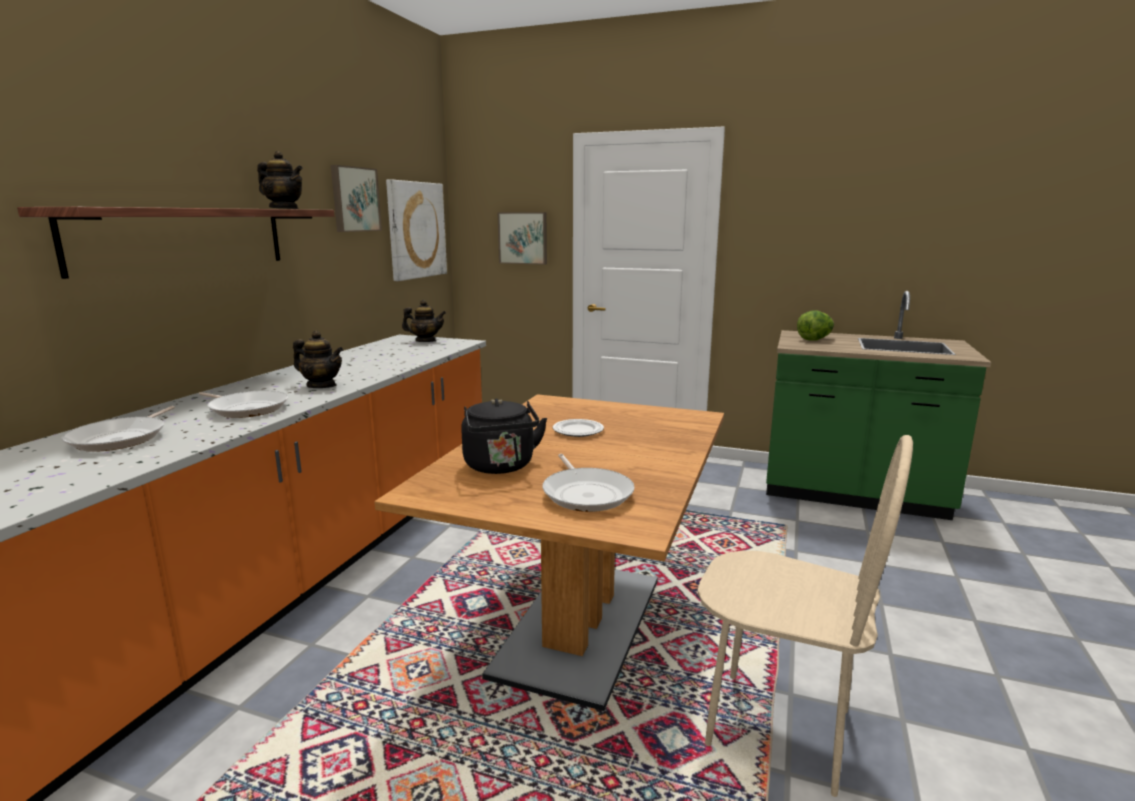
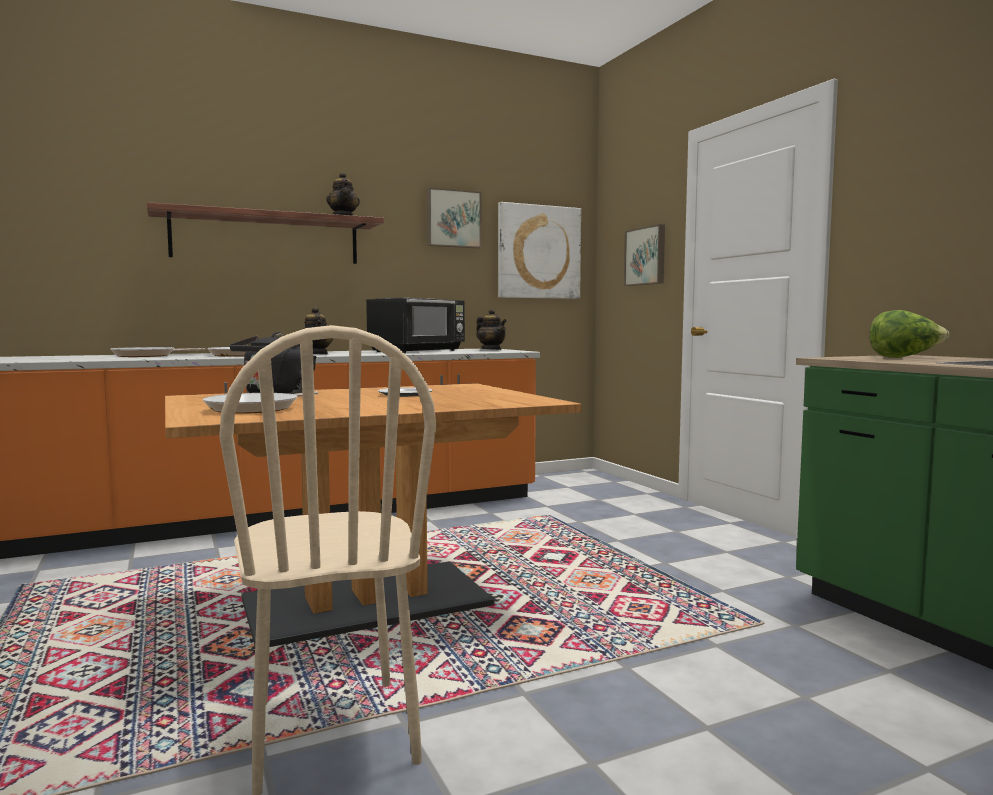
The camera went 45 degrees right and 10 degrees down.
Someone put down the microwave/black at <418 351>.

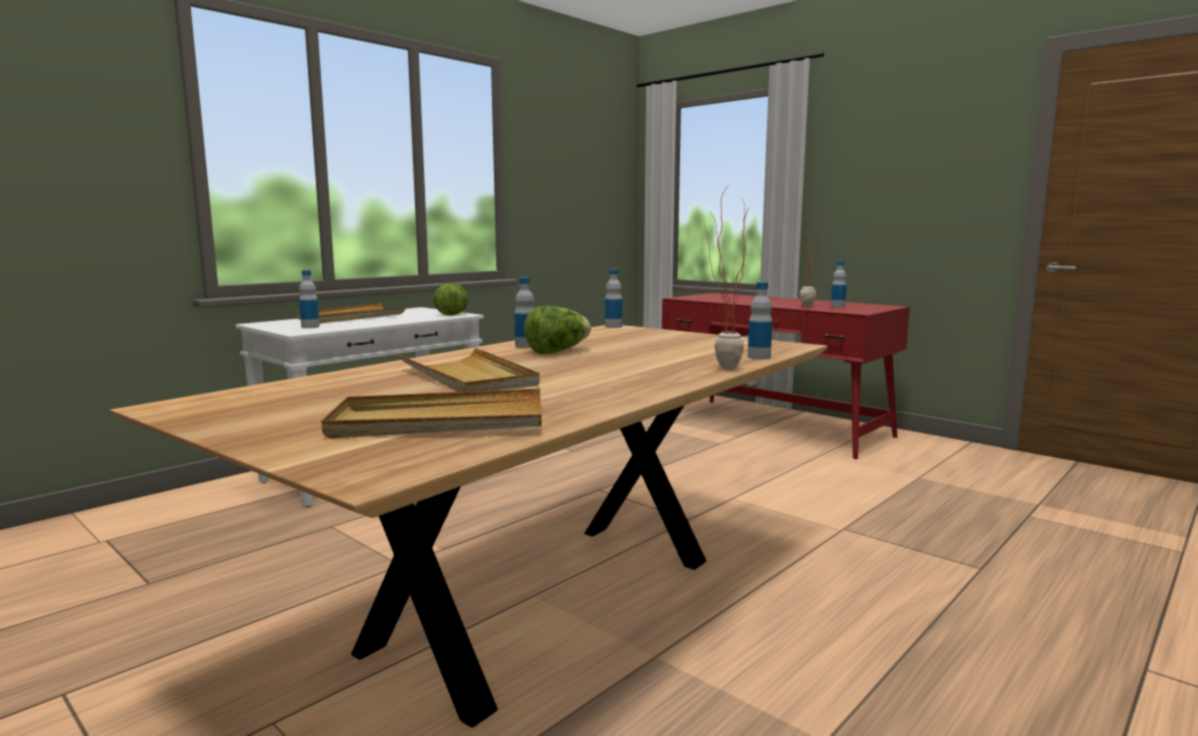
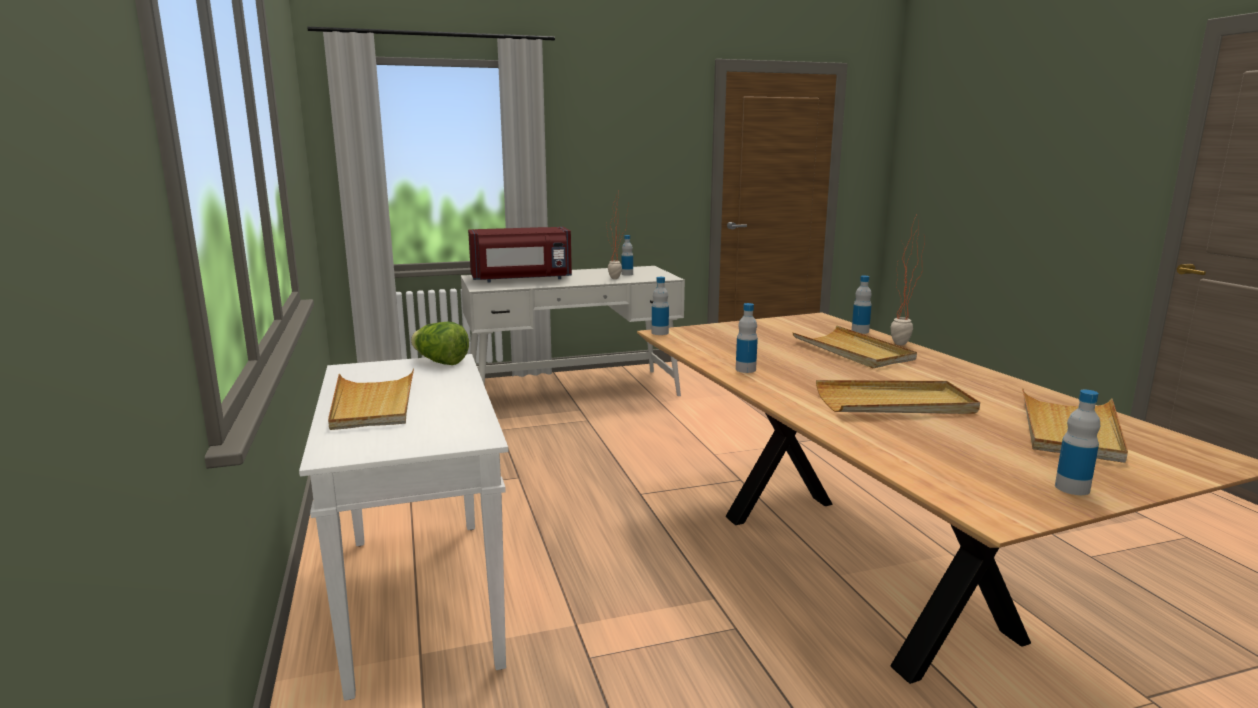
The camera went 60 degrees left and 5 degrees up.
Someone took away the lettuce at <557 352>.
Someone put down the microwave/red at <521 279>.
Someone put down the tray/beige at <853 351>.
Someone carried the bottle from <310 327> to <1072 488>.
Someone repainted the desk/red at <773 426>, which became the desk/white at <574 392>.

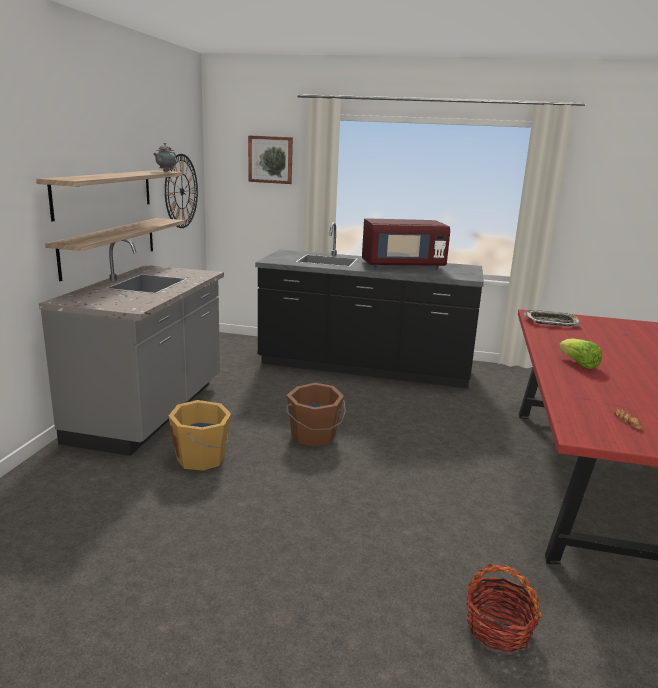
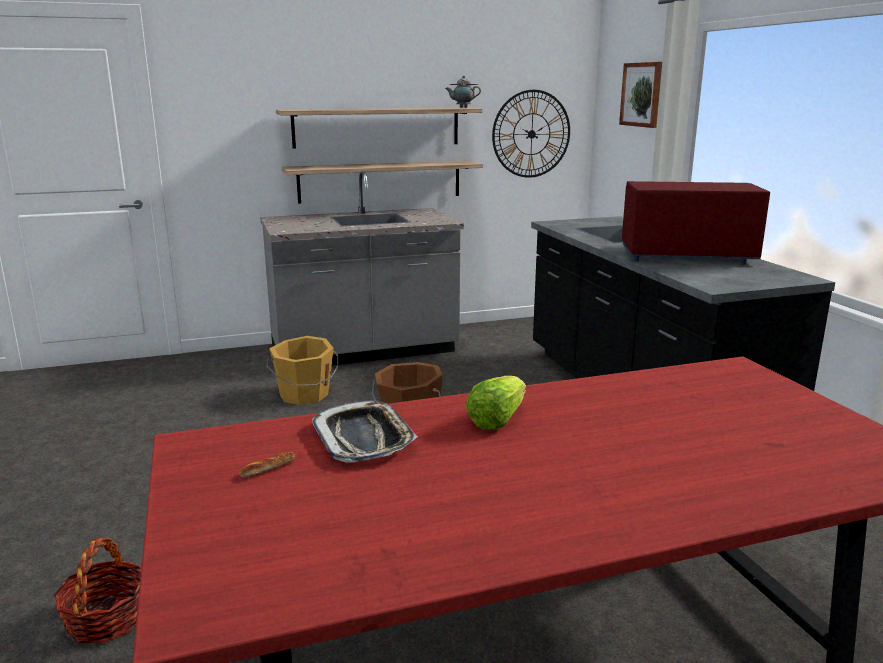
The camera went 60 degrees right and 0 degrees up.
Someone carried the tray from <551 322> to <364 438>.
Someone rotated the microwave/red at <402 266> by 135 degrees clockwise.

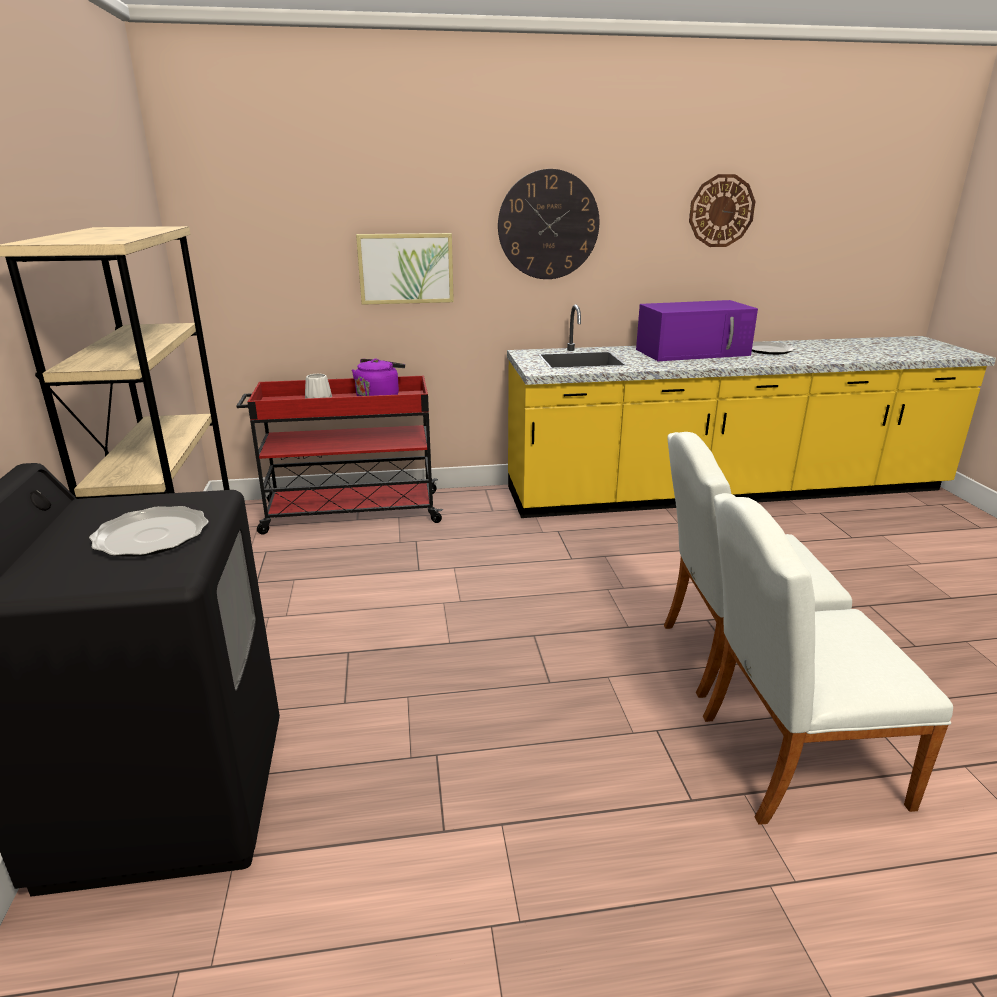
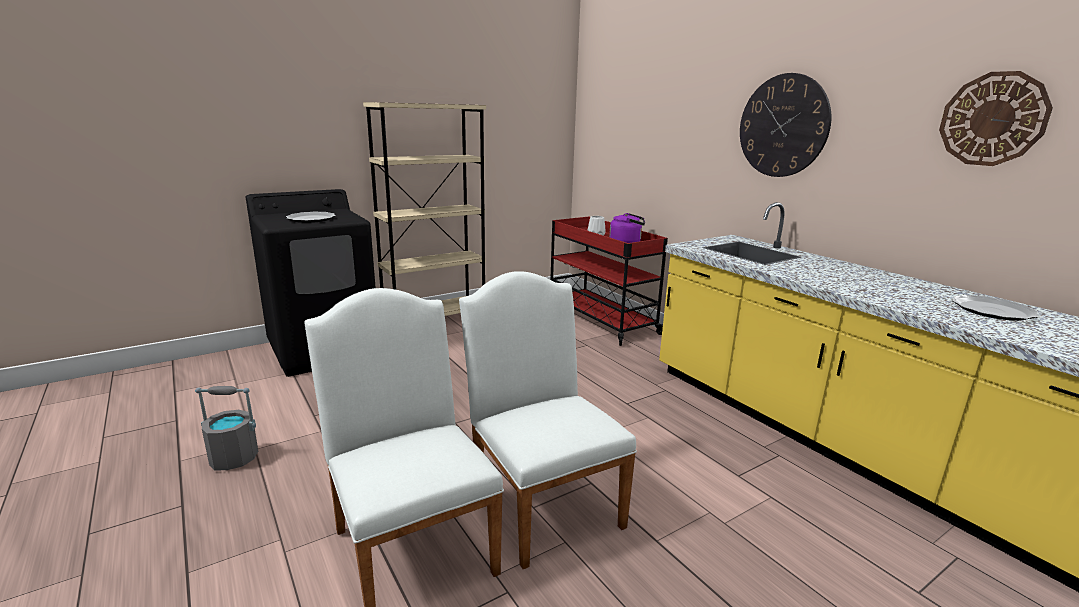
The camera went 65 degrees right and 5 degrees down.
Someone took away the picture at <406 268>.
Someone took away the microwave/purple at <693 352>.
Someone put down the bucket/grey at <234 458>.

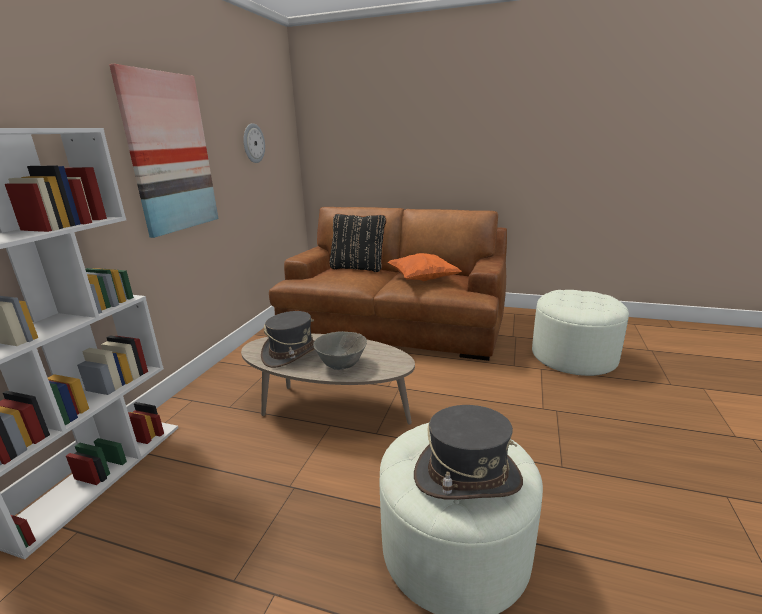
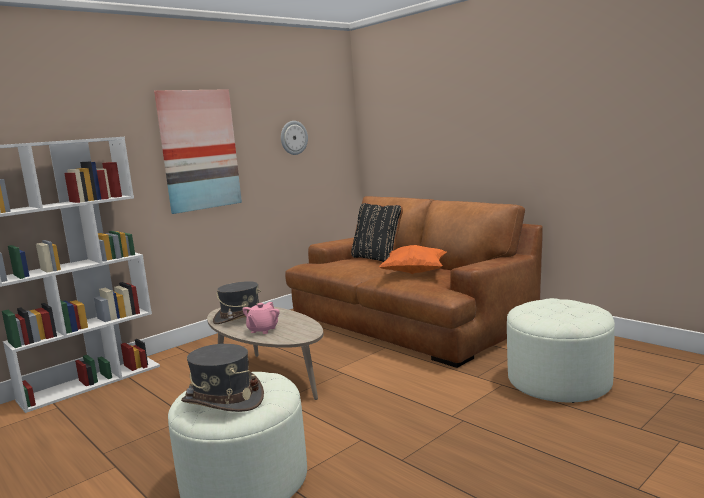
The camera went 30 degrees right and 10 degrees down.
Someone swapped the bowl/grey at <341 364> for the teapot/pink at <262 330>.

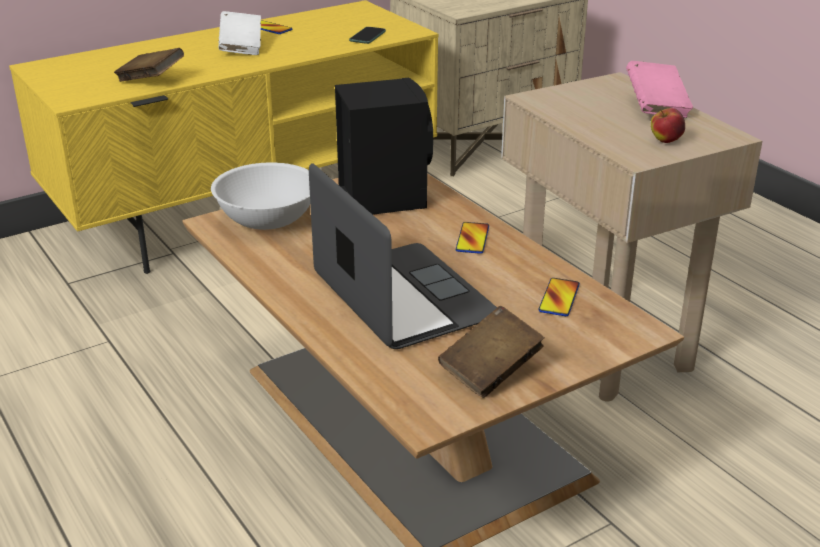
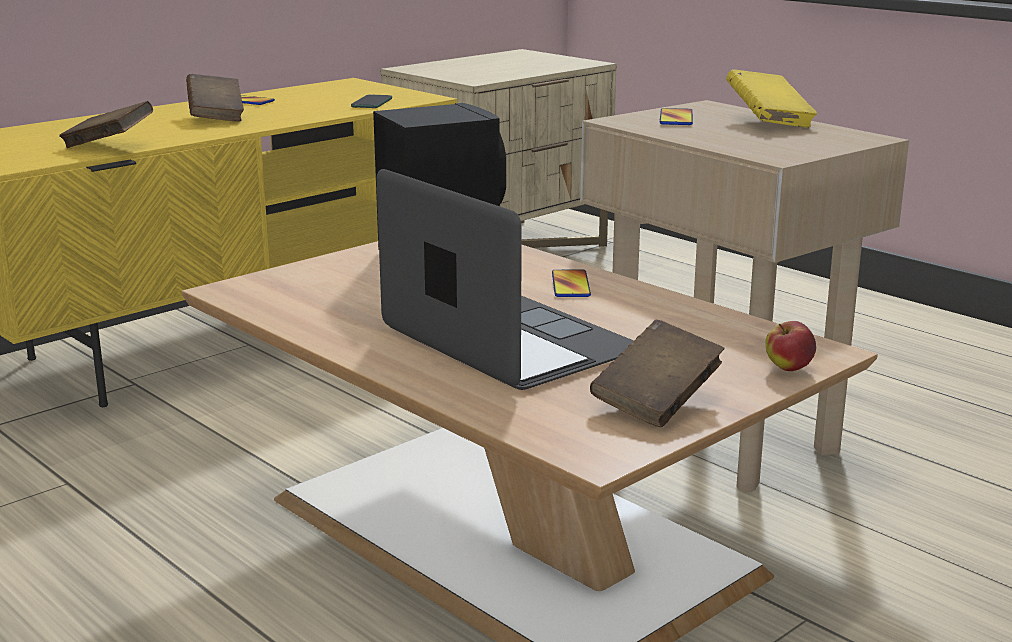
The camera went 10 degrees left and 10 degrees down.
Someone took away the bowl/white at <267 219>.
Someone carried the phone from <559 298> to <676 118>.
Someone carried the apple from <665 141> to <788 368>.
Someone repainted the book/white at <241 48>, which became the book/brown at <216 117>.
Someone repainted the book/pink at <656 107>, which became the book/yellow at <768 121>.

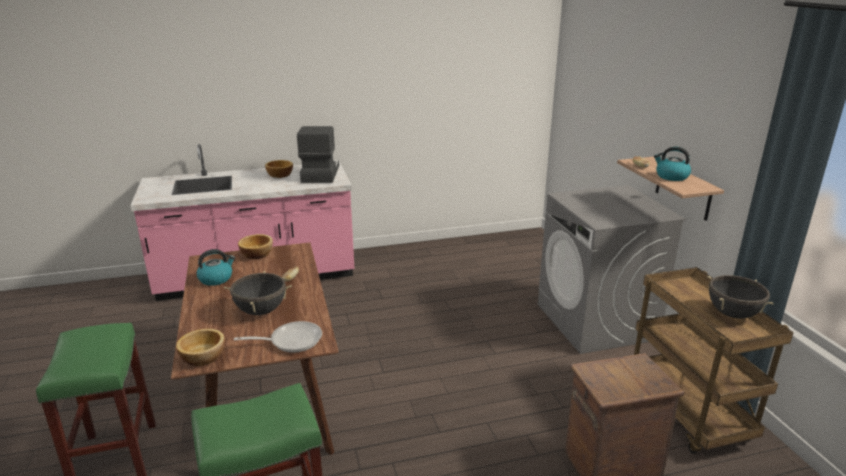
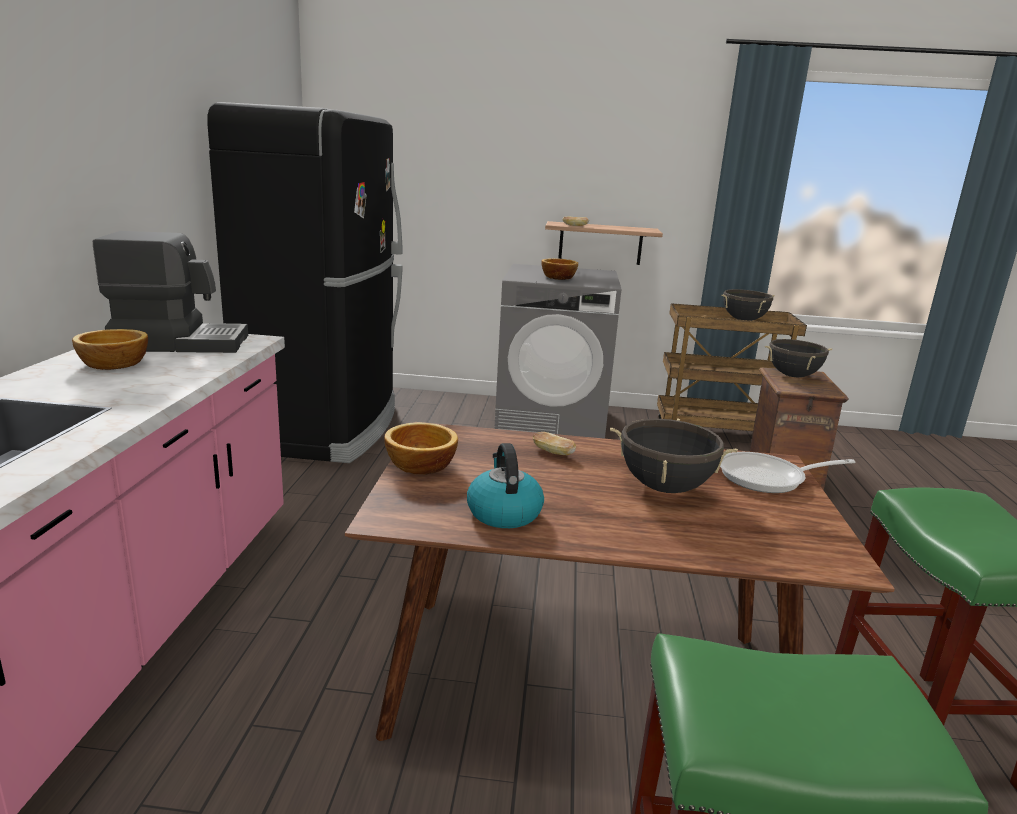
The camera went 70 degrees left and 5 degrees down.
Someone took away the kettle at <671 176>.
Someone put down the fridge/black at <326 427>.
Someone put down the cooking pot/black at <792 376>.
Someone carried the bowl from <204 357> to <558 277>.
Someone rotated the frying pan at <291 340> by 105 degrees counterclockwise.
Someone rotated the coffee machine at <319 174> by 150 degrees clockwise.

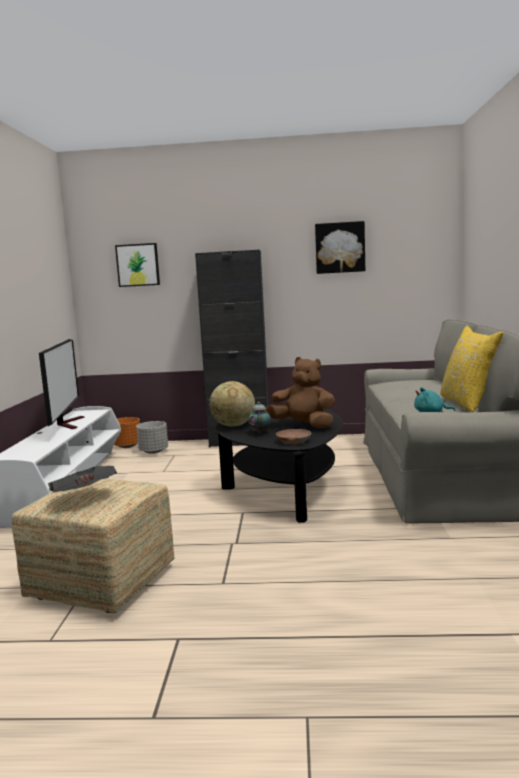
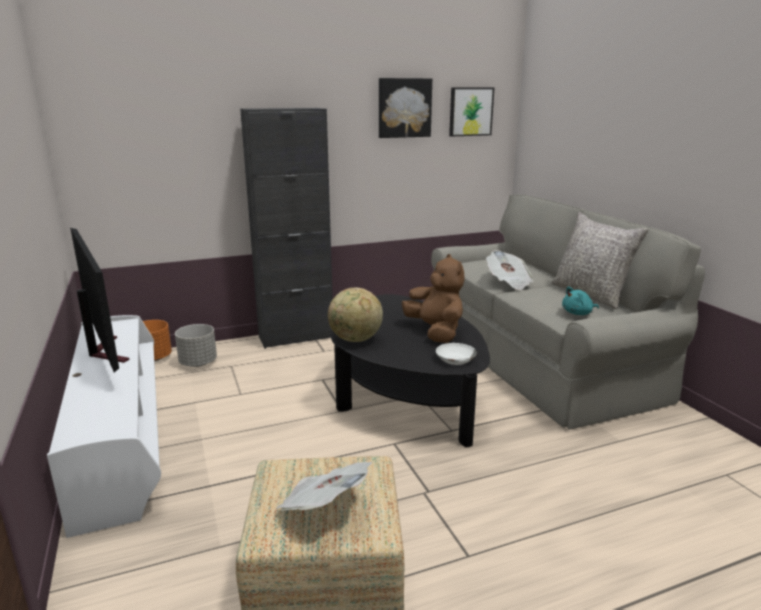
The camera went 25 degrees left and 10 degrees up.
Someone took away the teapot at <260 432>.
Someone put down the newspaper at <508 282>.
Someone carried the picture from <138 265> to <470 111>.
Someone repainted the bowl/brown at <293 441>, which became the bowl/white at <454 359>.
Someone repainted the pillow/yellow at <468 403>, which became the pillow/grey at <591 294>.
Someone rotated the plush toy/brown at <303 425> by 60 degrees clockwise.

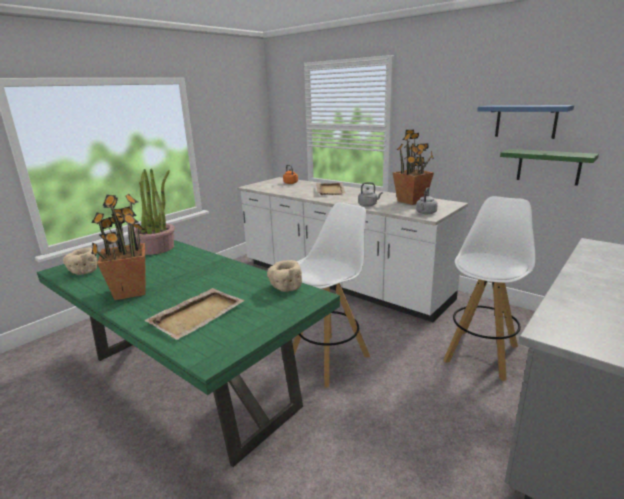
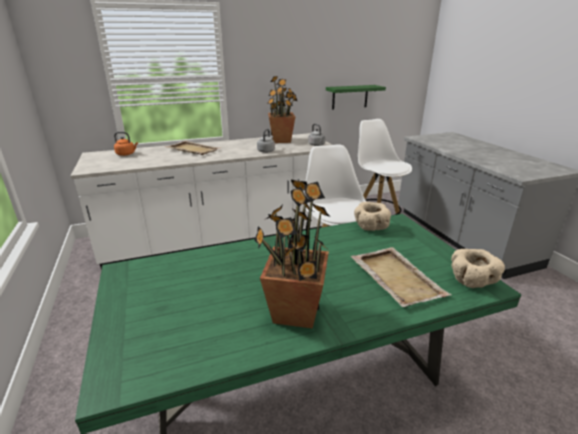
The camera went 60 degrees left and 5 degrees up.
Someone took away the potted plant at <156 248>.
Someone took away the shelf/blue at <526 121>.
Someone carried the bowl/beige from <83 272> to <471 282>.

